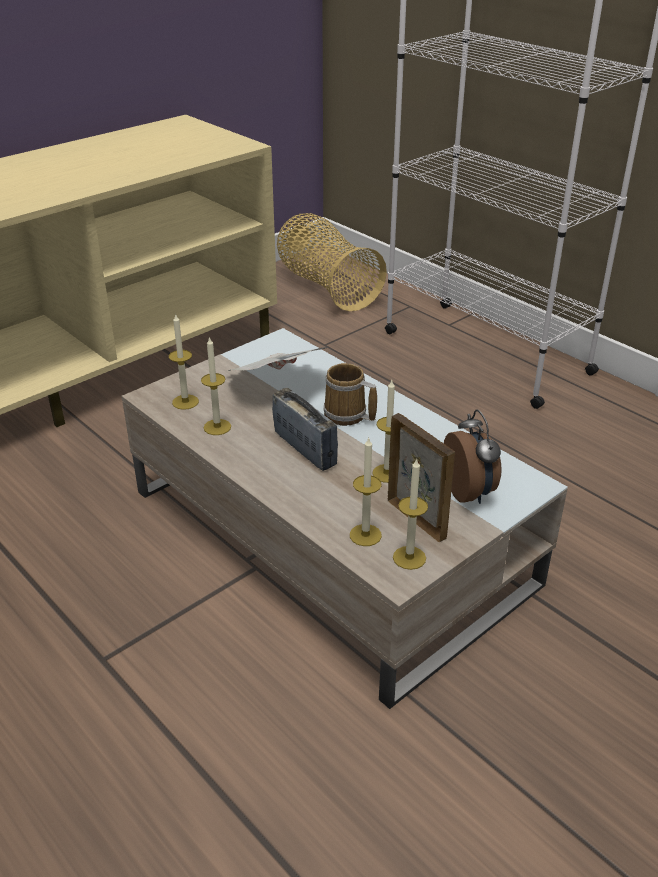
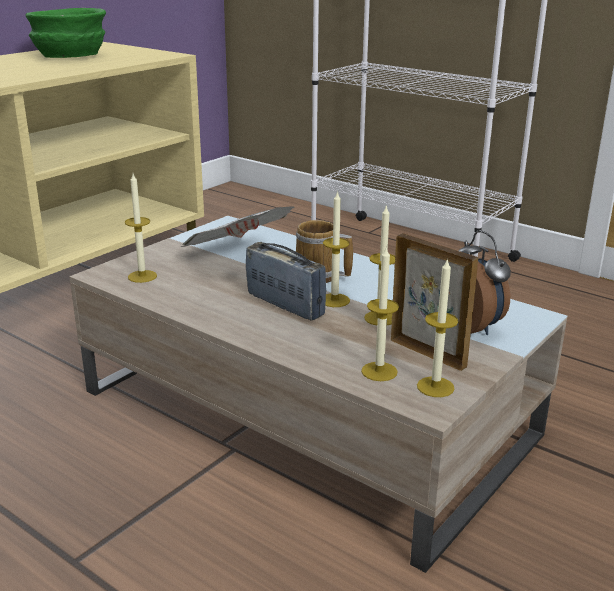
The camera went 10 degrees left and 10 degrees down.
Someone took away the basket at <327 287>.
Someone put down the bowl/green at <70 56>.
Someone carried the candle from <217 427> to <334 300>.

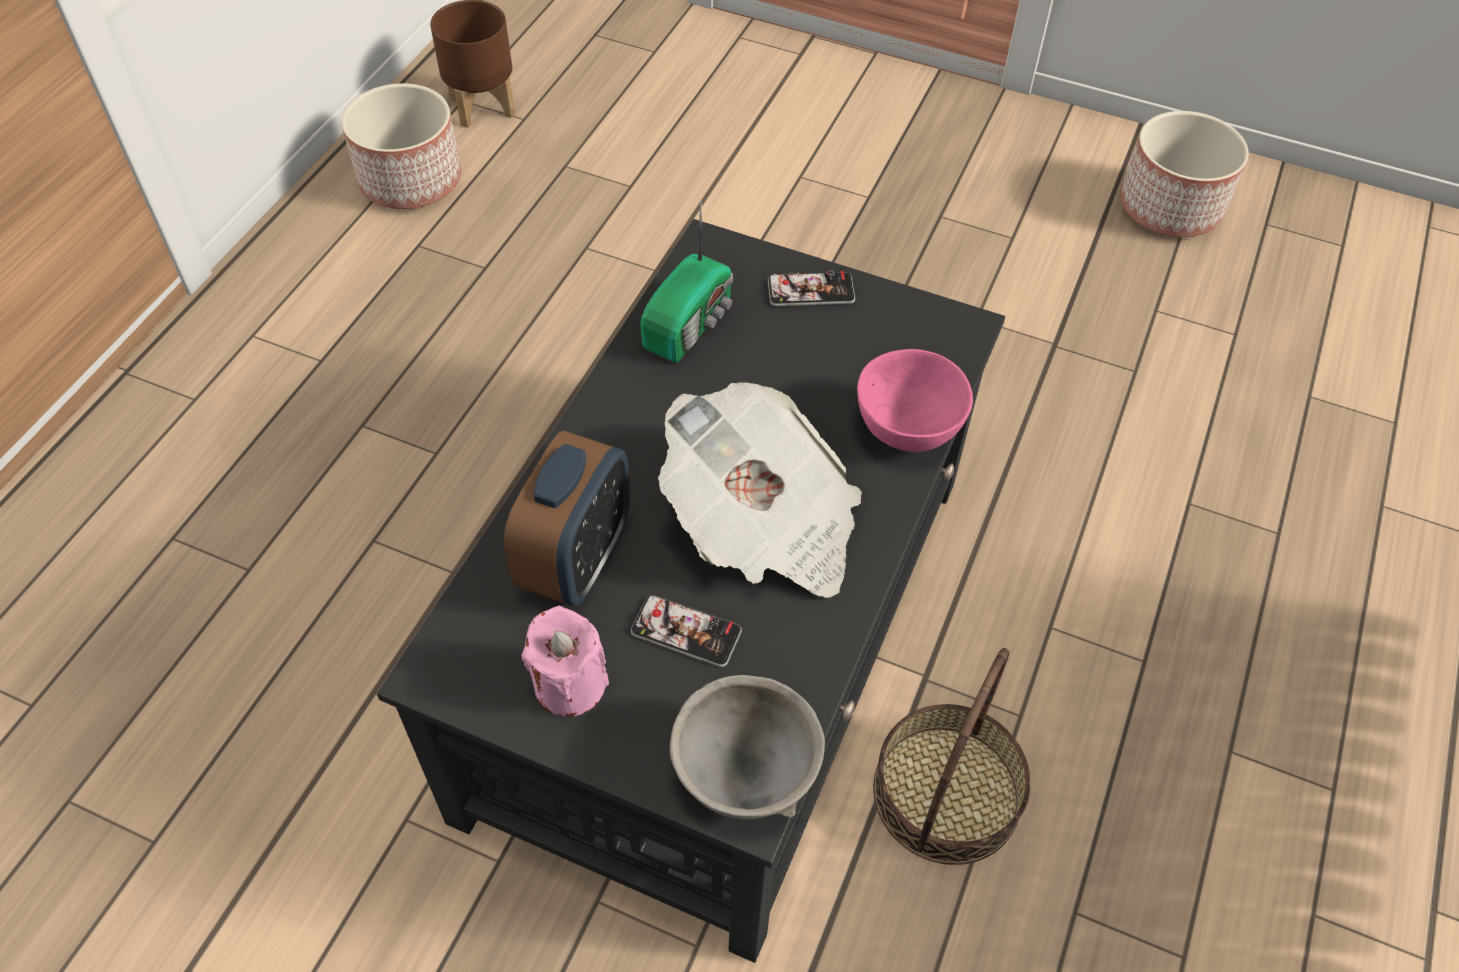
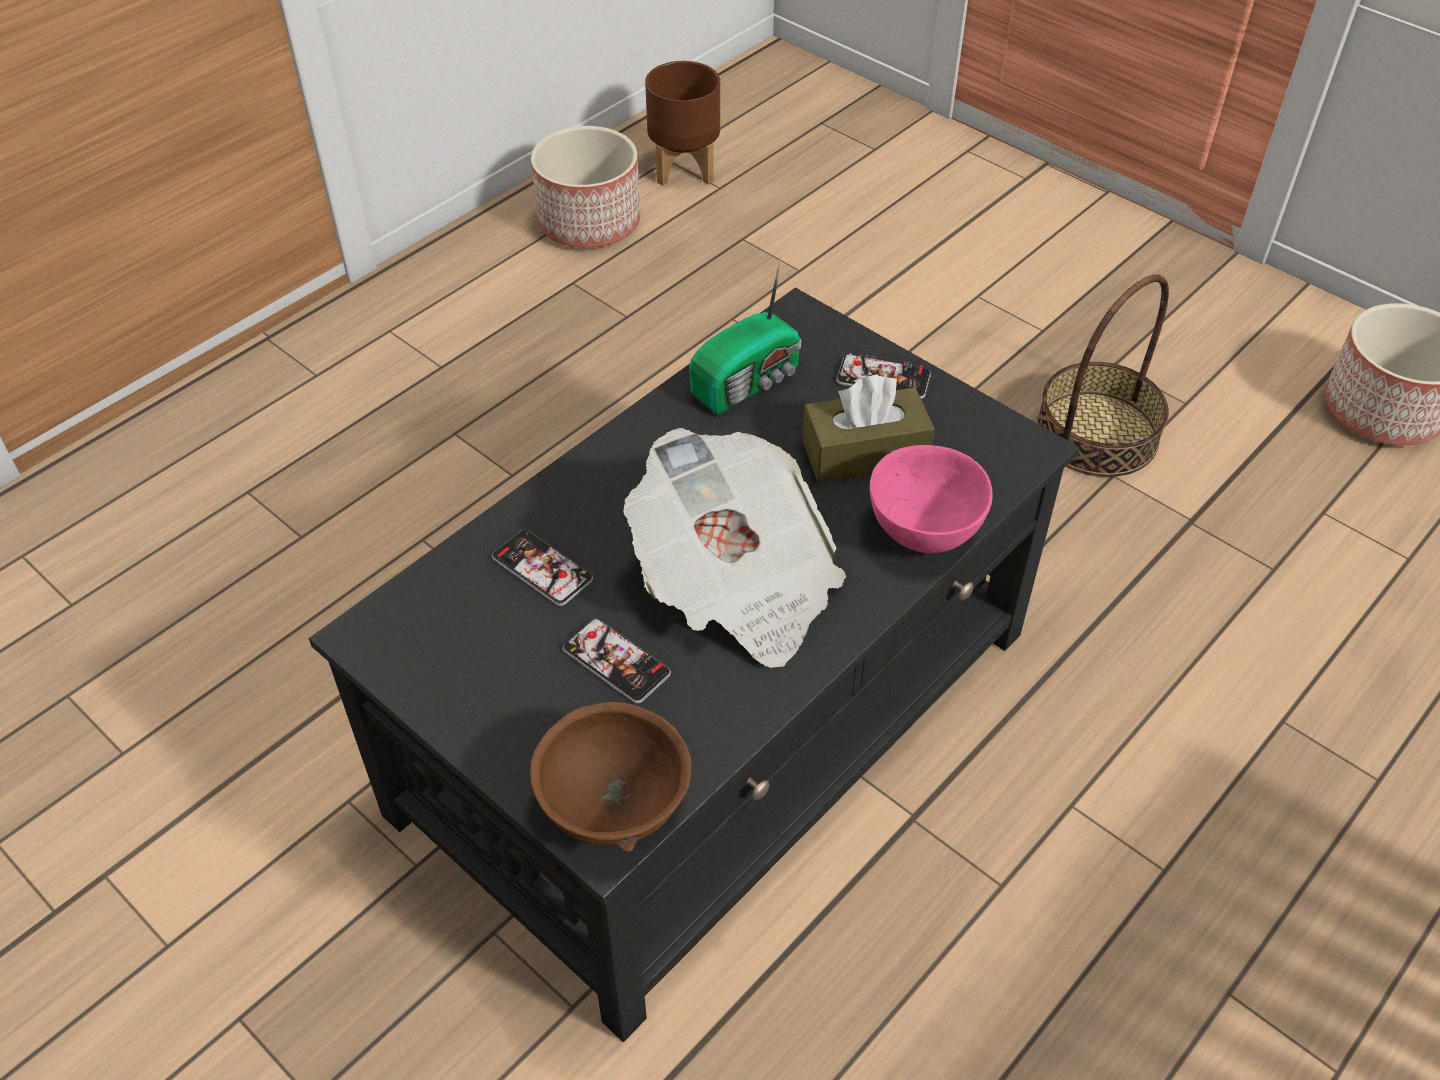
The camera went 20 degrees right and 5 degrees down.
Someone took away the candle/pink at <569 684>.
Someone put down the tissue box/brown at <865 452>.
Someone carried the basket from <947 794> to <1097 434>.
Someone swapped the alarm clock at <576 559> for the phone at <542 569>.
Someone repainted the bowl/grey at <746 771>, which became the bowl/brown at <616 806>.

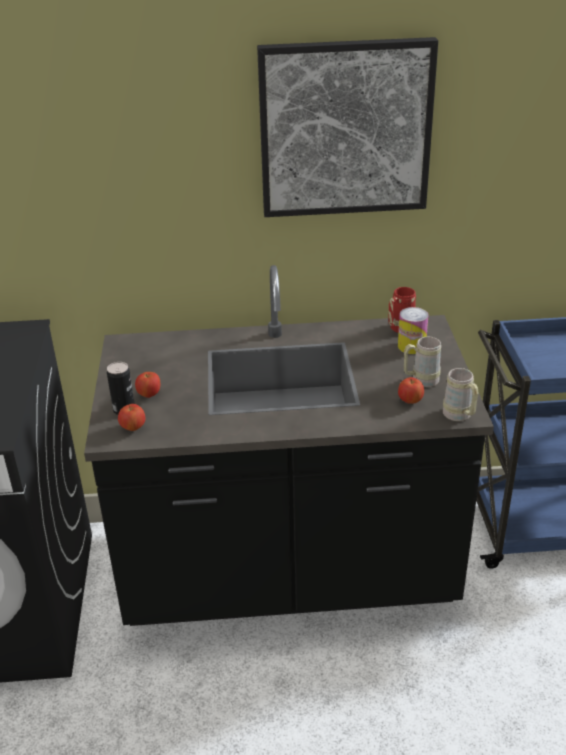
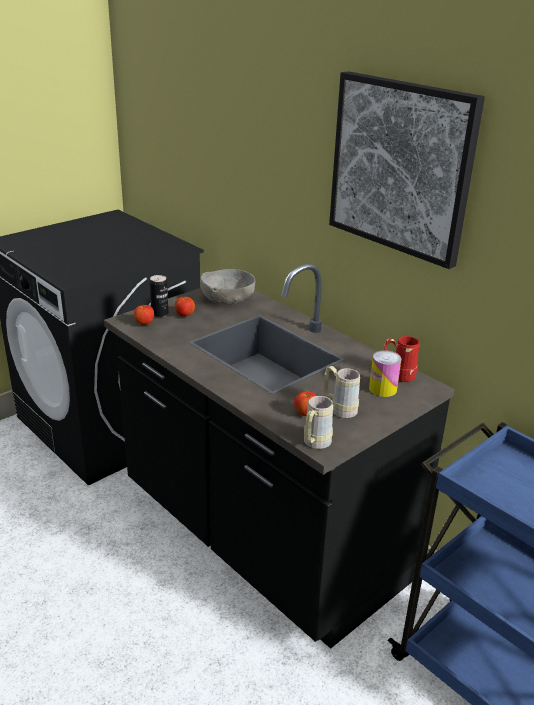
The camera went 50 degrees right and 5 degrees down.
Someone put down the bowl/grey at <227 300>.

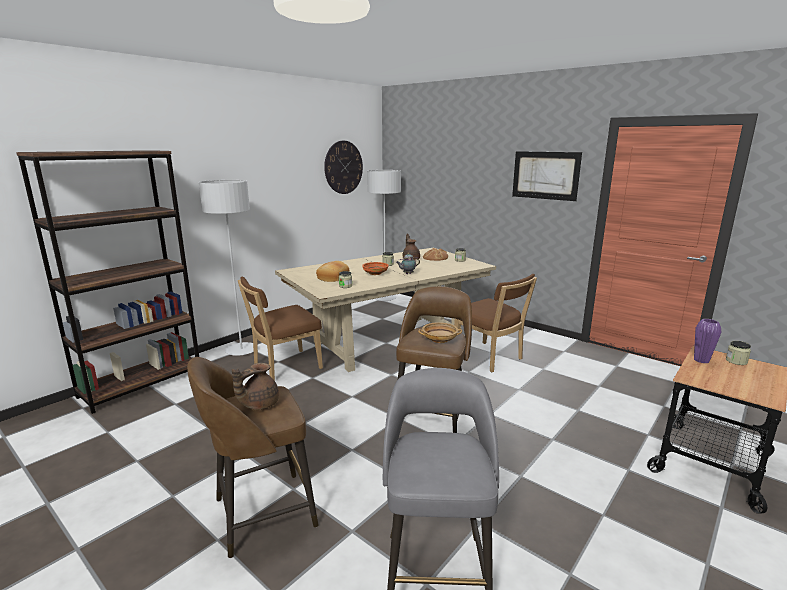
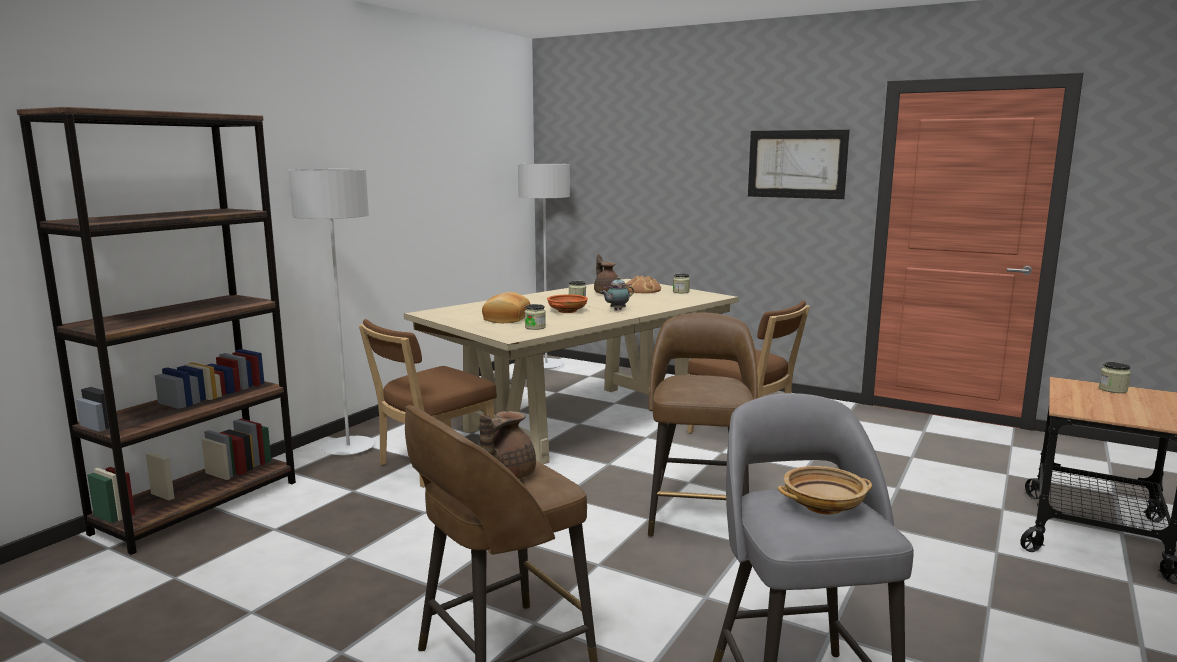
The camera went 10 degrees left and 5 degrees down.
Someone took away the wall clock at <343 167>.
Someone took away the vase/purple at <701 360>.
Someone carried the bowl/beige from <440 339> to <824 505>.

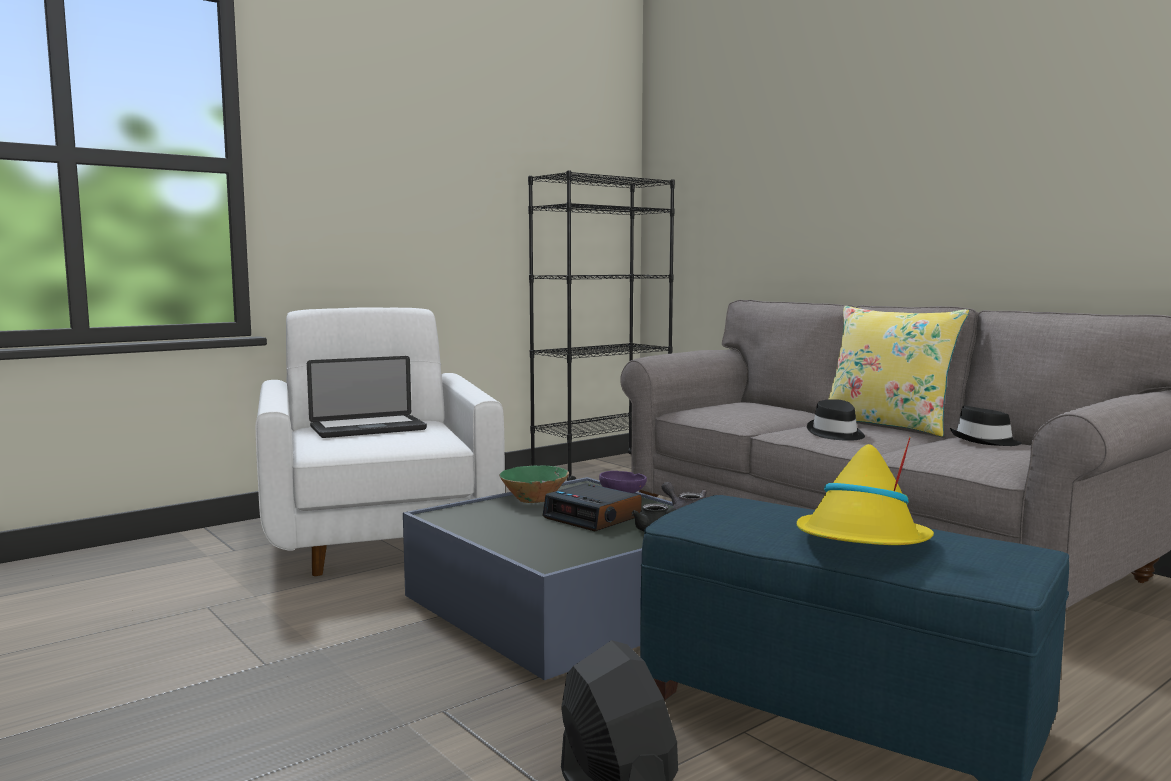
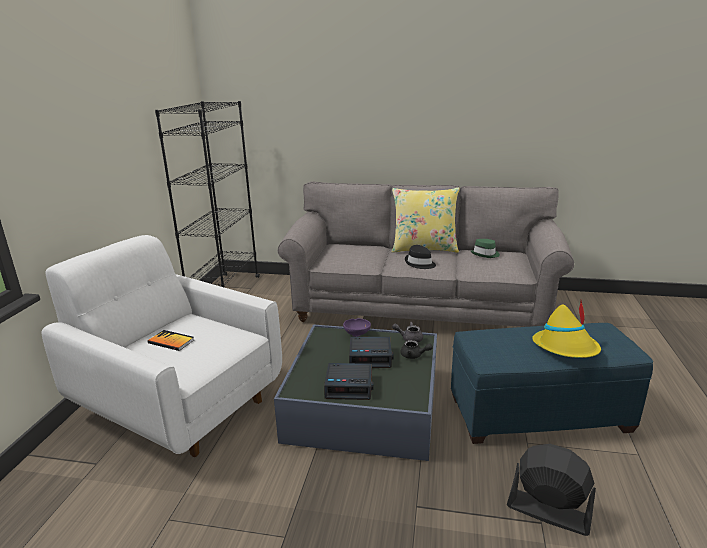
The camera went 40 degrees left and 15 degrees up.
Someone took away the bowl/green at <534 500>.
Someone put down the alarm clock at <349 386>.
Someone swapped the laptop at <368 429> for the book at <171 341>.
Someone repainted the hat/black at <985 441>, which became the hat/green at <485 254>.

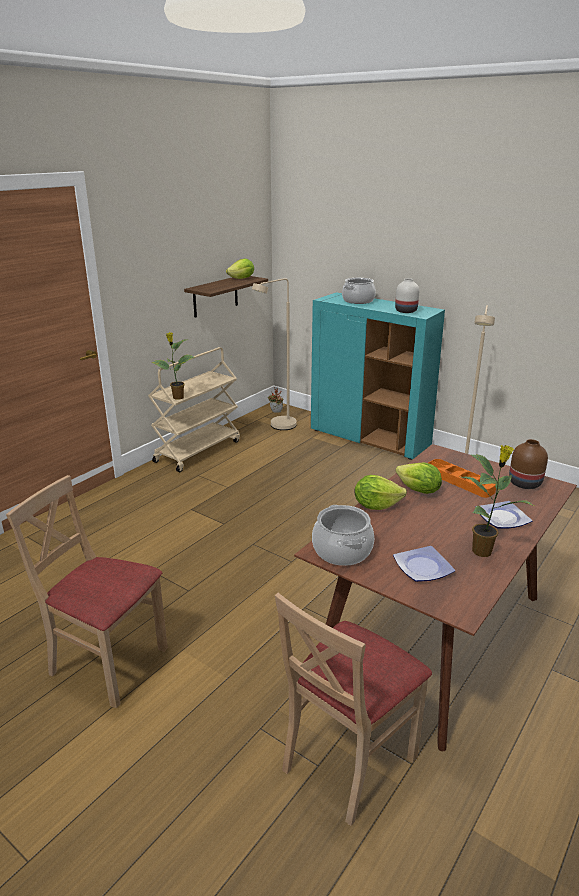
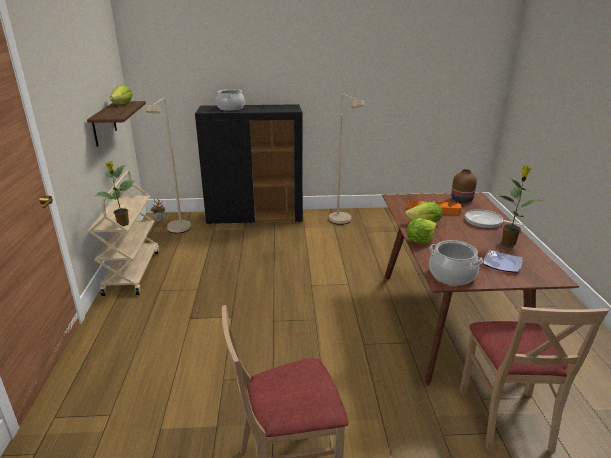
The camera went 40 degrees left and 0 degrees up.
Someone took away the vase/white at <406 311>.
Someone swapped the plate at <502 518> for the frying pan at <485 222>.
Someone repainted the cabinet/turquoise at <370 438>, which became the cabinet/black at <255 217>.

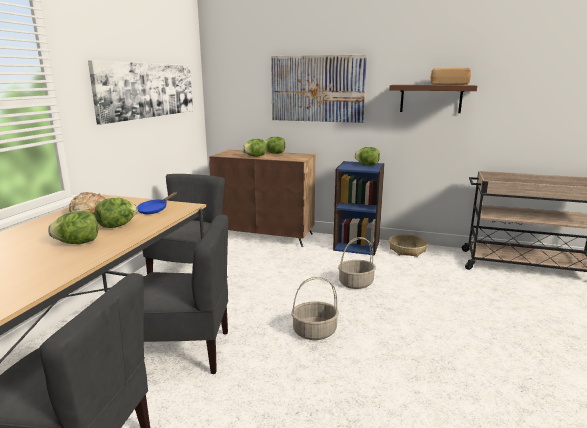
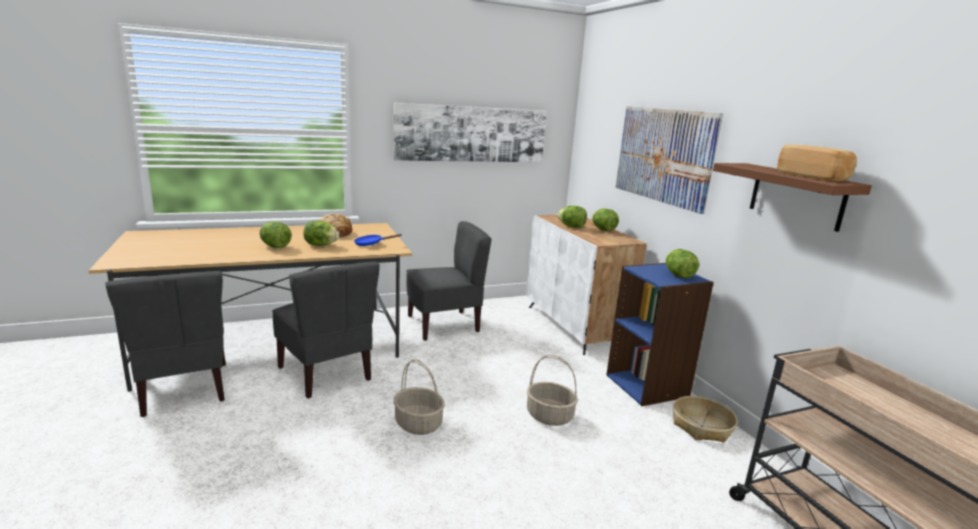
The camera went 50 degrees right and 0 degrees up.
Someone repainted the cabinet/brown at <265 235>, which became the cabinet/white at <574 326>.

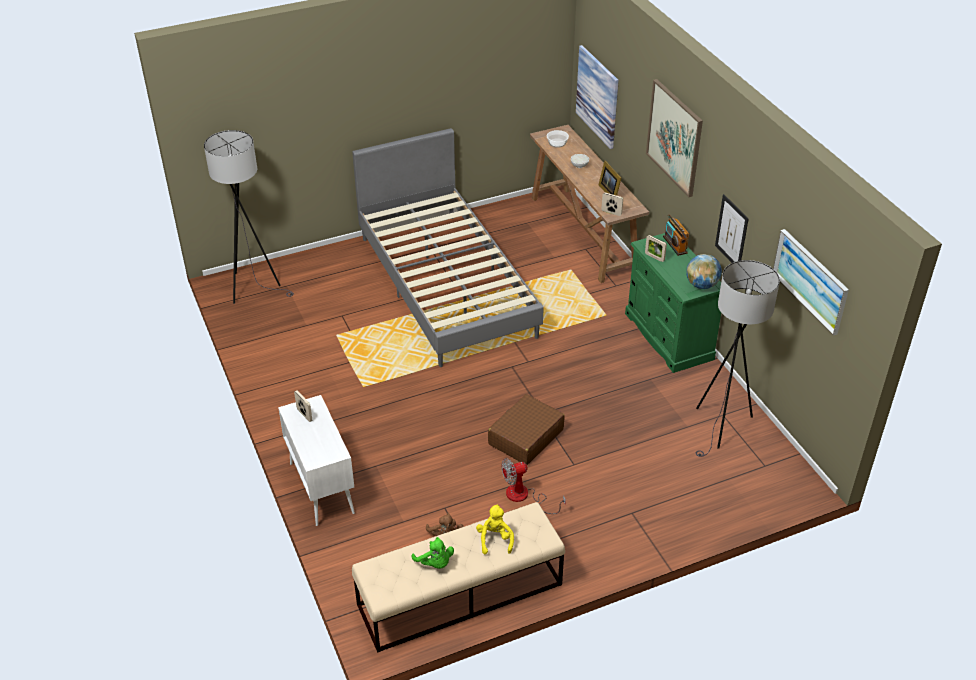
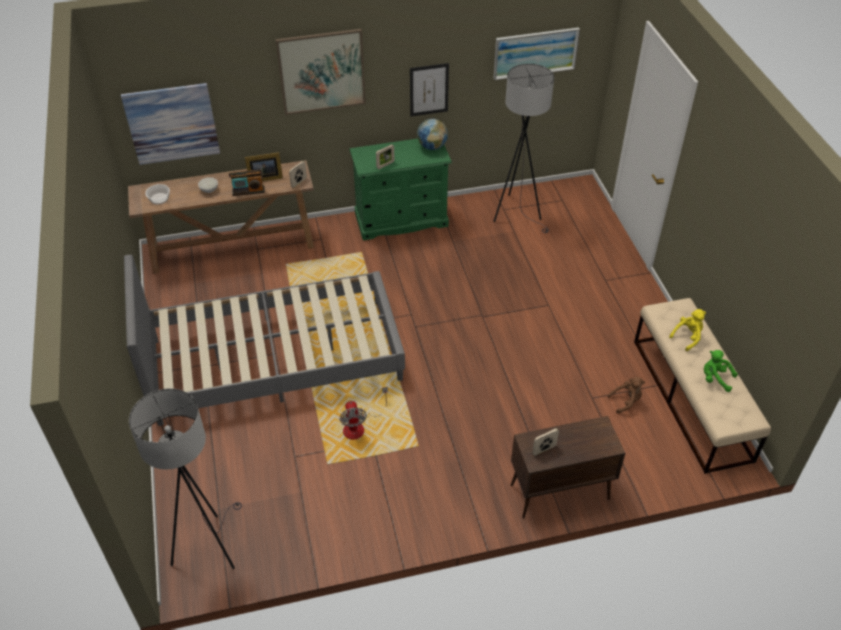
The camera went 80 degrees left and 5 degrees up.
Someone took away the suitcase/brown at <525 437>.
Someone carried the fan from <524 496> to <359 426>.
Someone carried the radio from <675 245> to <248 191>.
Someone repainted the cabinet/white at <321 487>, which became the cabinet/brown at <558 492>.
Someone rotated the plush toy/green at <435 563> by 120 degrees counterclockwise.
Someone rotated the plush toy/yellow at <495 539> by 135 degrees clockwise.

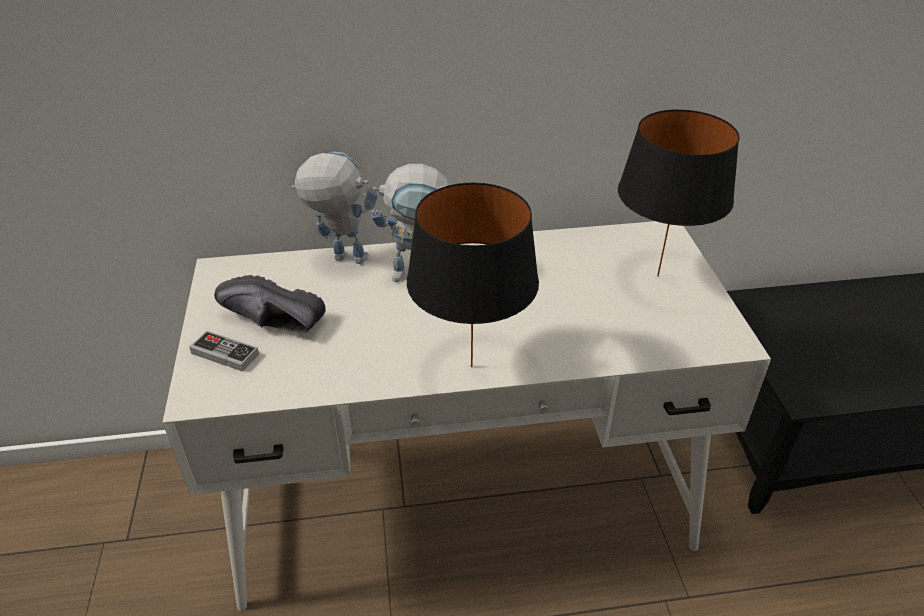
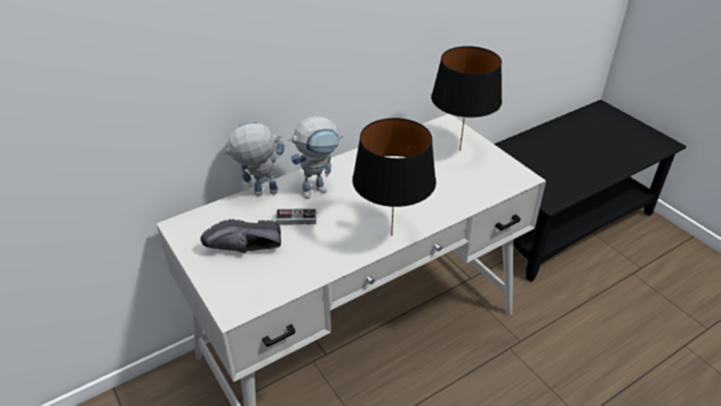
The camera went 25 degrees left and 0 degrees up.
Someone carried the game controller from <225 354> to <296 218>.

